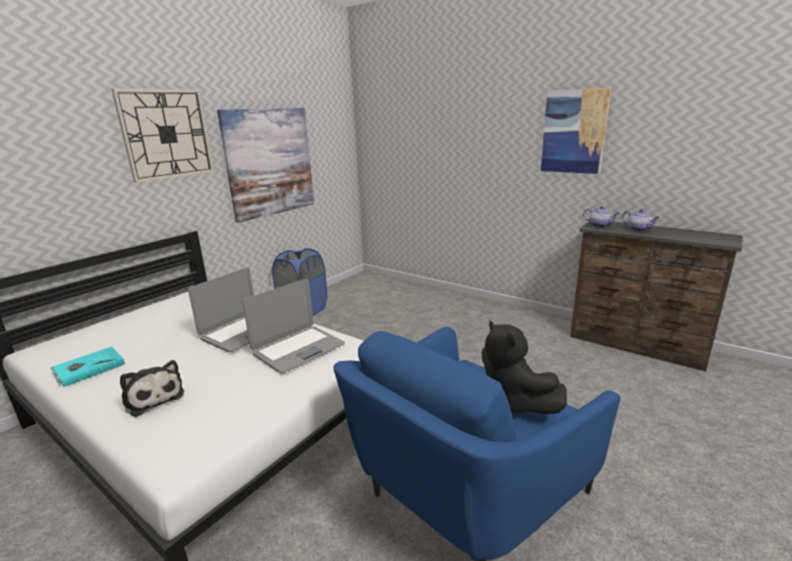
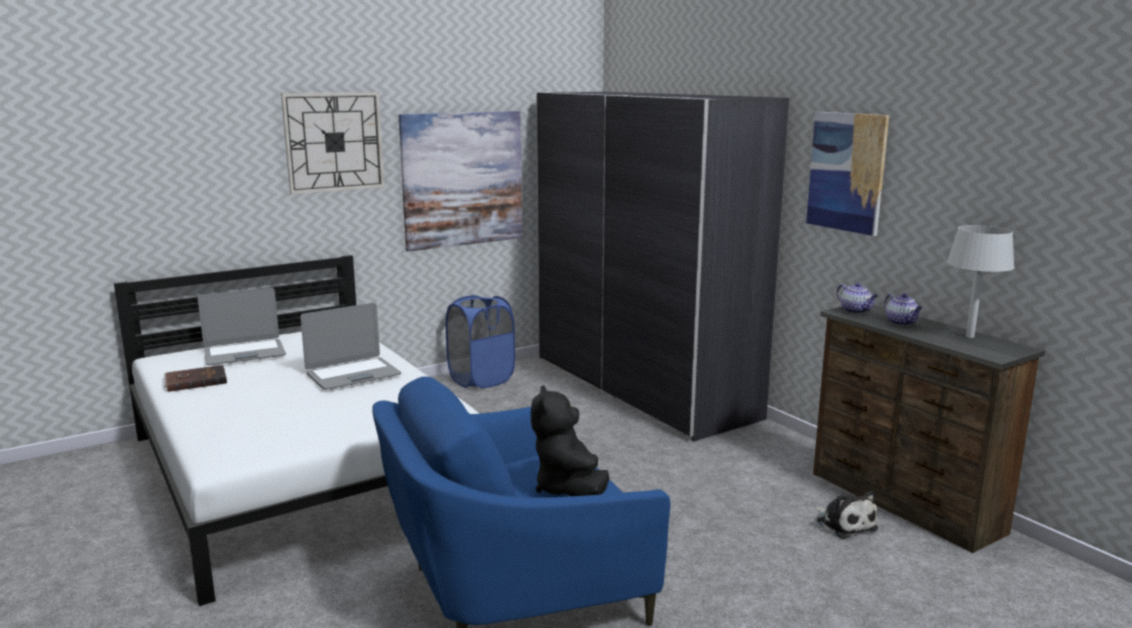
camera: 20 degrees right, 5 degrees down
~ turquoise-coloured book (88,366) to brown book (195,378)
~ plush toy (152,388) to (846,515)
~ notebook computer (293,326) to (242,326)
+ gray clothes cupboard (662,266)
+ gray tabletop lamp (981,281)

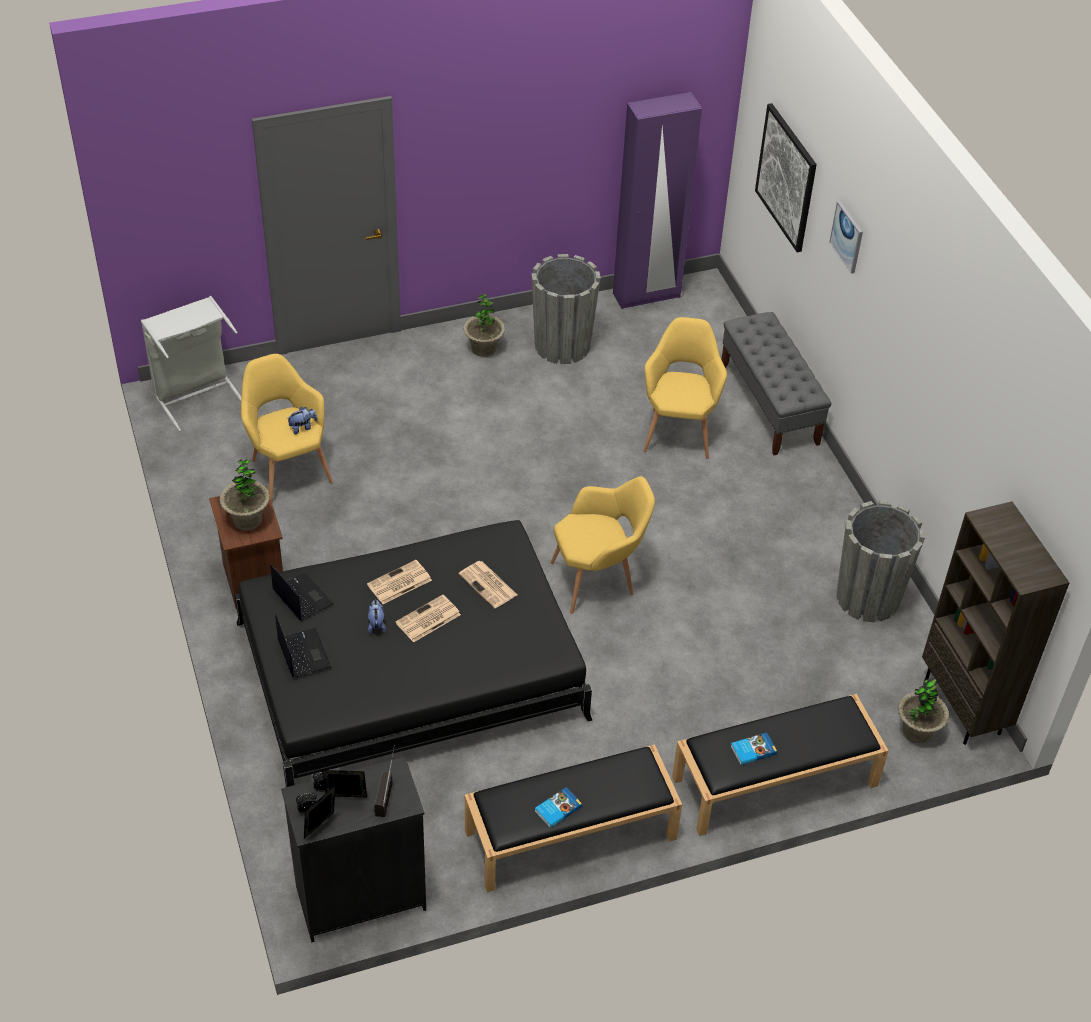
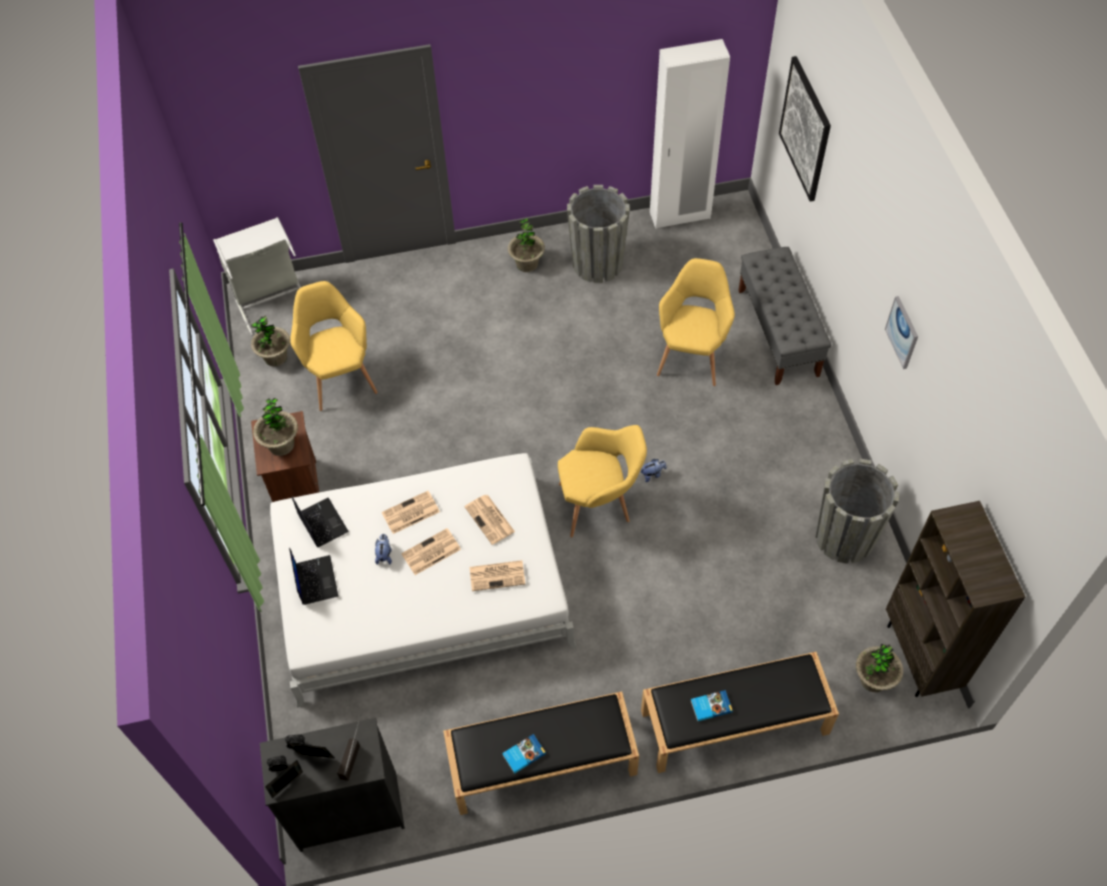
camera: 10 degrees right, 10 degrees up
~ black-coloured bed (413,653) to whitish bed (423,580)
~ plush toy (302,420) to (654,470)
~ purple clothes cupboard (657,200) to whitish clothes cupboard (690,134)
~ wall art (846,237) to (901,332)
+ potted plant (270,341)
+ printed paper (497,575)

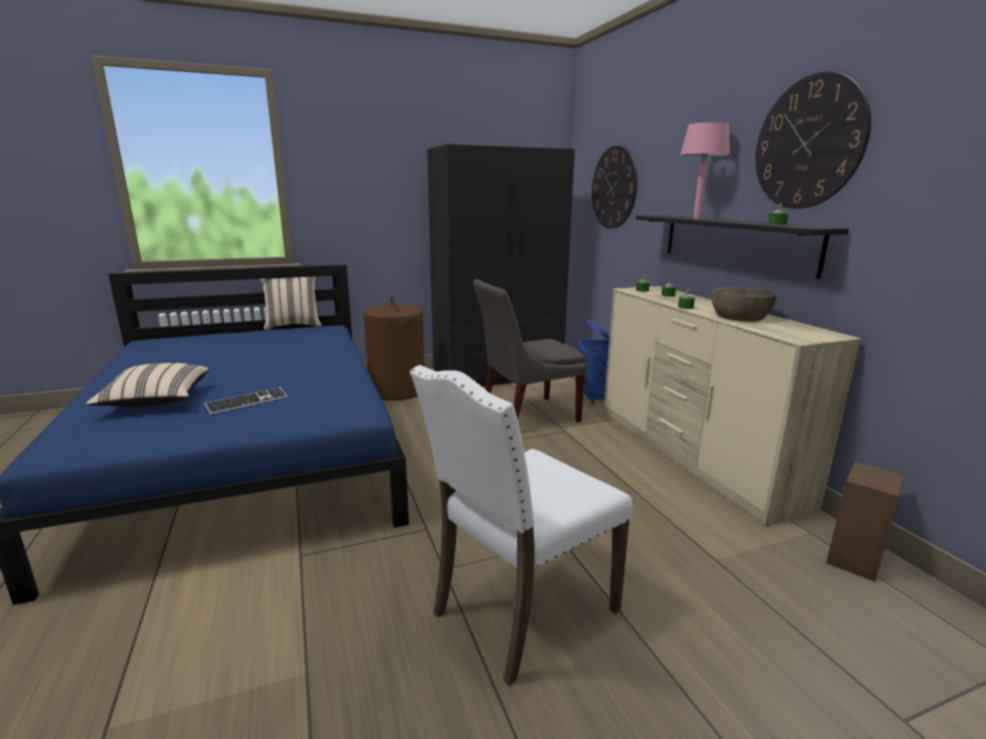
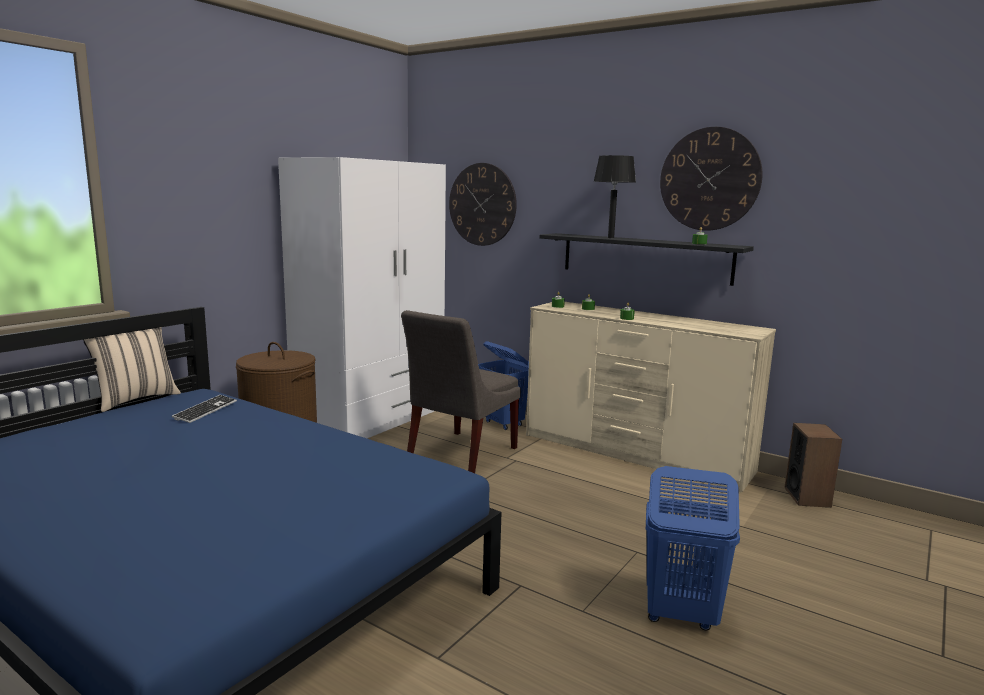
camera: 35 degrees left, 5 degrees down
- beige-coloured cushion (147,385)
~ computer keyboard (246,401) to (204,409)
~ whitish upright chair (521,525) to blue-coloured hamper (693,548)
~ black-coloured clothes cupboard (501,265) to whitish clothes cupboard (362,297)
~ pink tabletop lamp (705,170) to black-coloured tabletop lamp (614,196)
- brown deep dish (744,304)

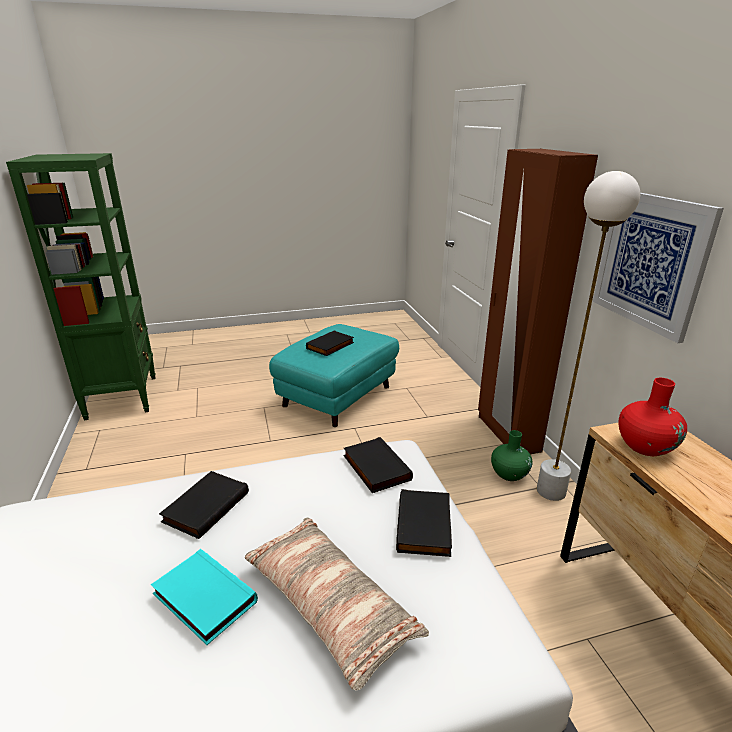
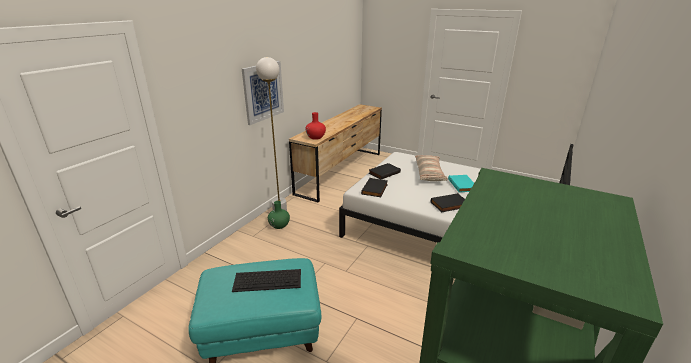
camera: 135 degrees left, 0 degrees up
~ black-coloured book (330,343) to computer keyboard (266,280)
- brown clothes cupboard (538,301)

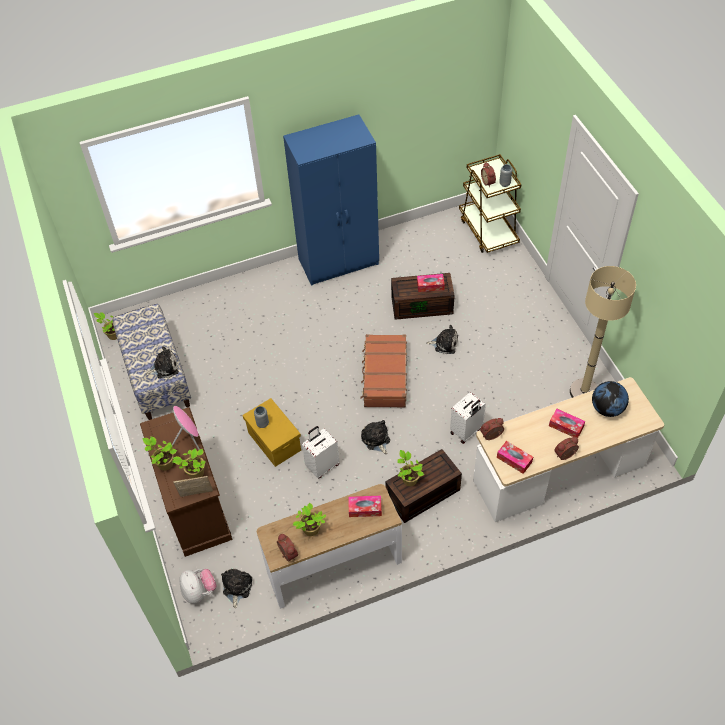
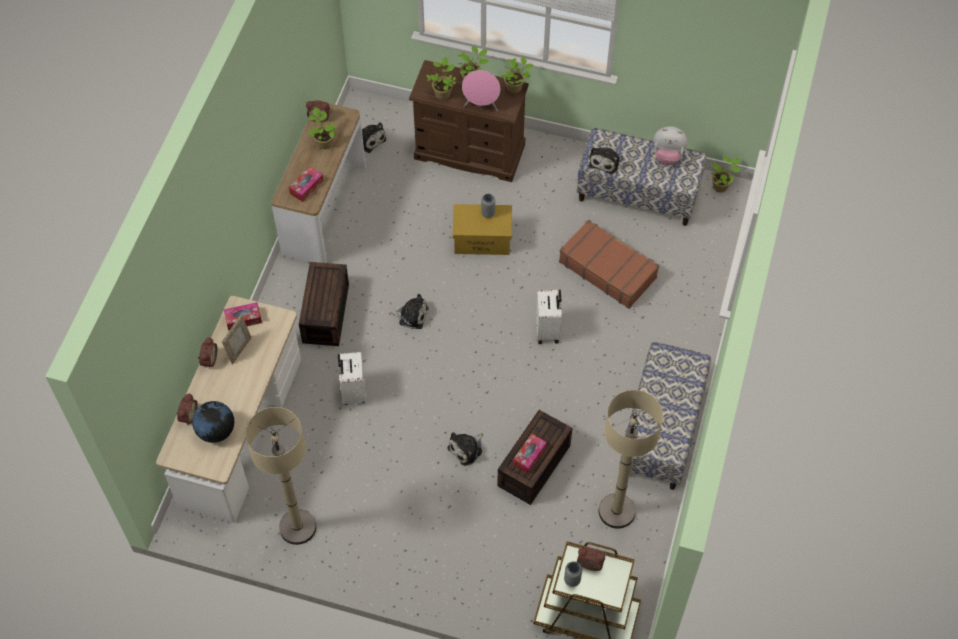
camera: 125 degrees right, 5 degrees up
~ picture frame (193,486) to (236,339)
~ plush toy (198,586) to (670,145)
~ blue-coloured clothes cupboard (331,200) to indoor bench (665,416)
~ whitish travel case (320,452) to (549,316)
~ brown travel case (384,371) to (609,264)
~ potted plant (410,468) to (517,74)
~ bedside clock (492,429) to (187,409)
- tissue box (567,423)
+ beige-coloured standing lamp (631,459)

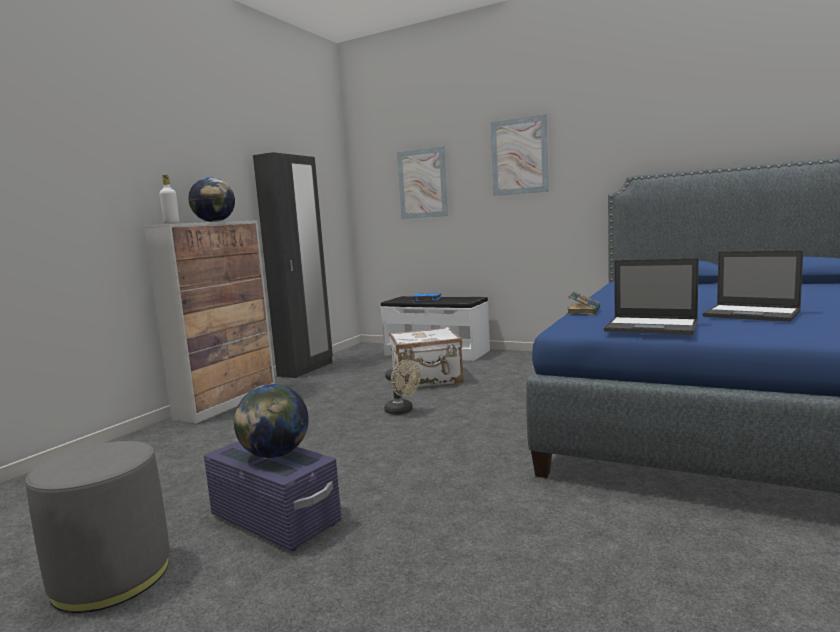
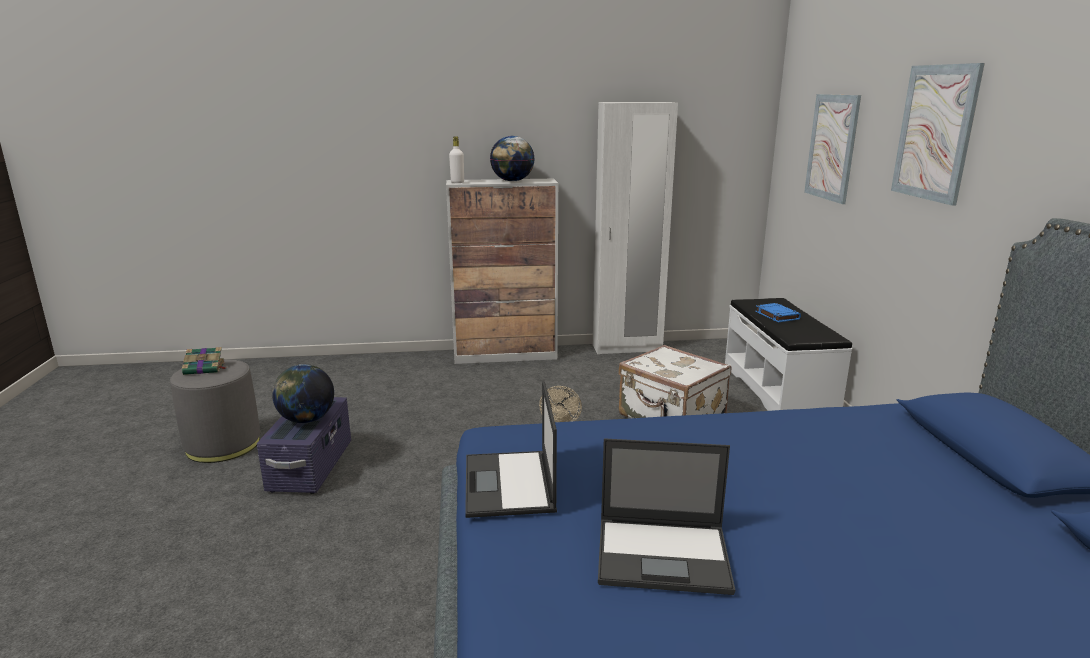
camera: 55 degrees right, 10 degrees up
~ black-coloured clothes cupboard (293,265) to whitish clothes cupboard (635,228)
~ book (583,303) to (204,361)
~ notebook computer (753,286) = (666,516) 90 degrees counterclockwise

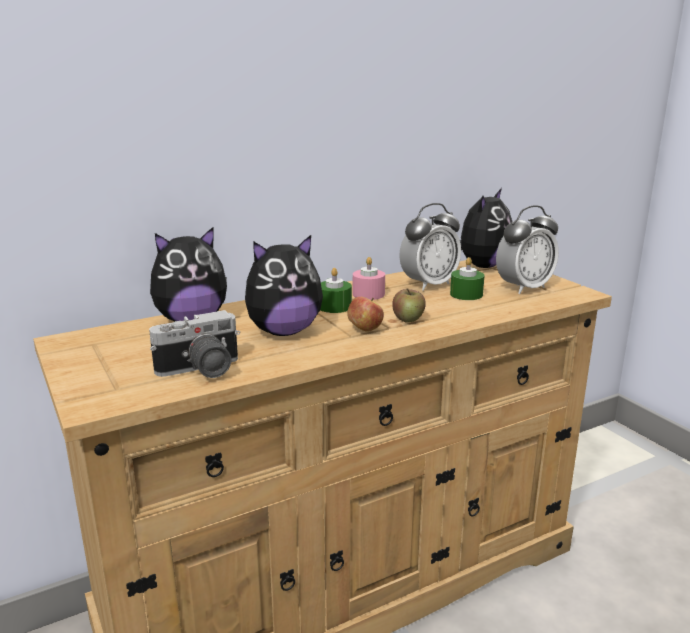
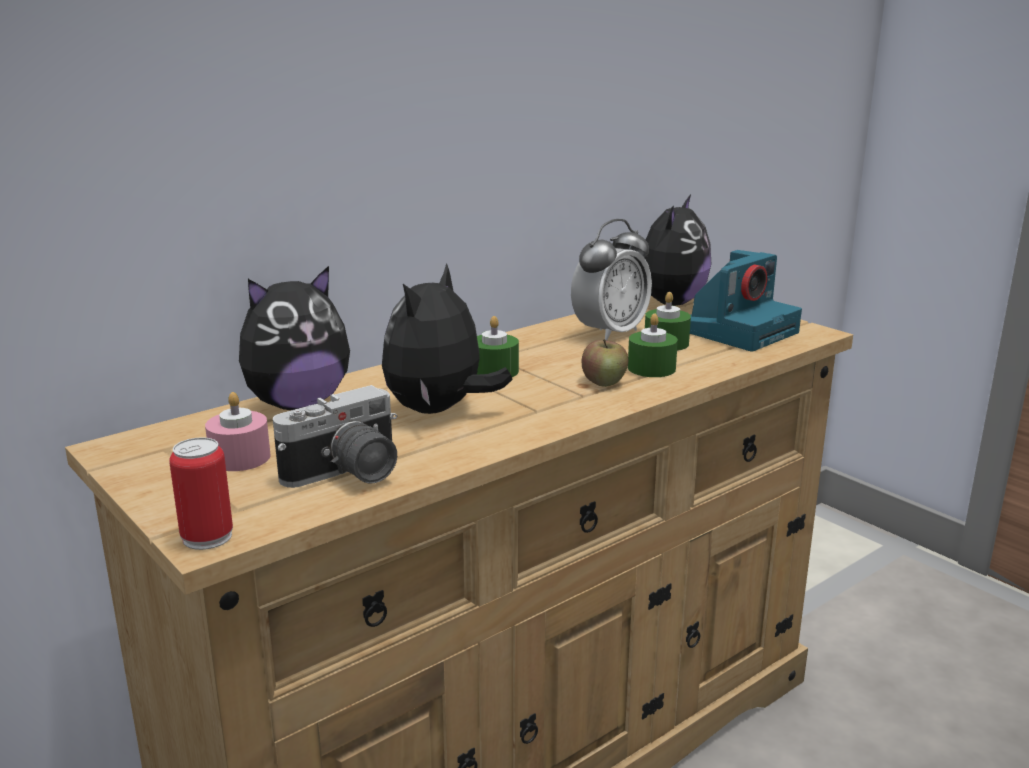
camera: 10 degrees left, 0 degrees up
~ plush toy (284,285) = (447,338) 150 degrees clockwise
- apple fruit (365,314)
~ pink wax candle (369,278) to (237,431)
~ bedside clock (527,249) to photo camera (746,301)
+ sealed can (201,493)
+ green wax candle (653,345)

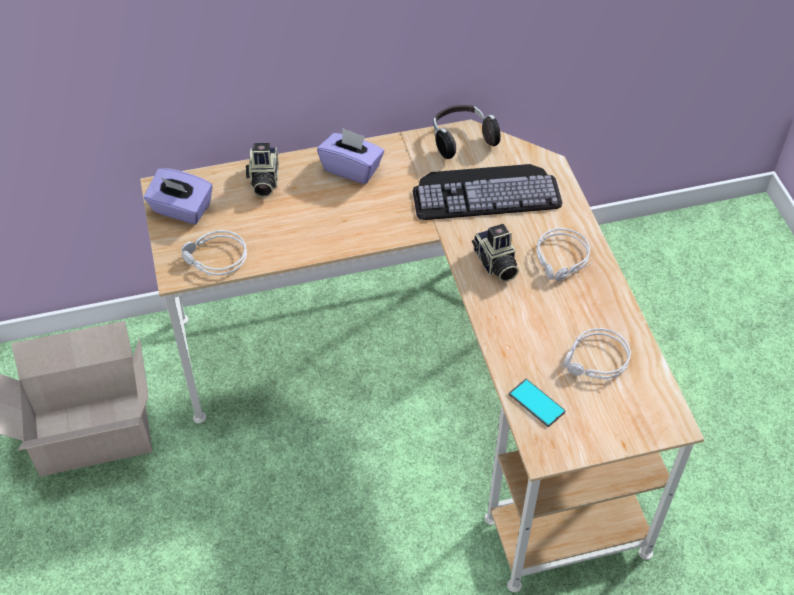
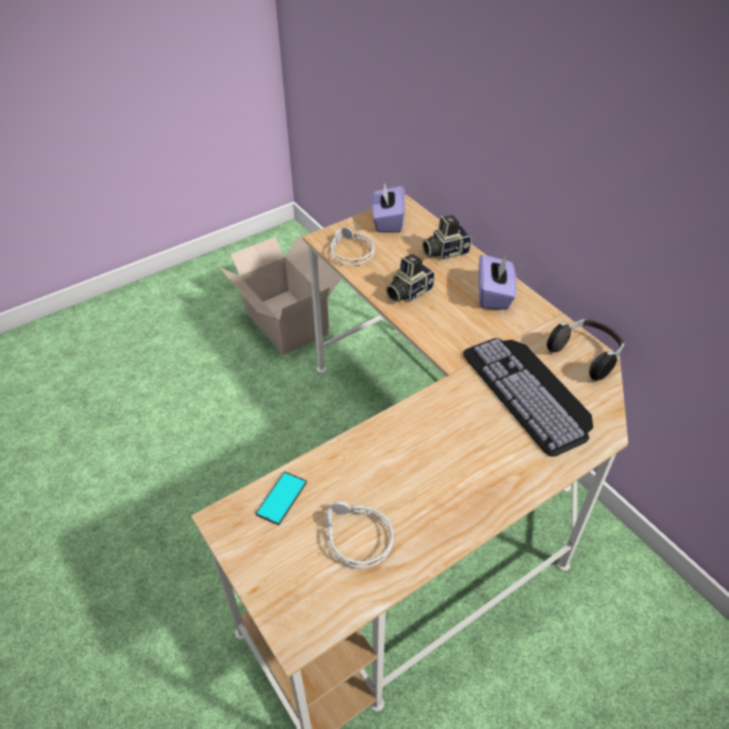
camera: 70 degrees right, 5 degrees down
~ photo camera (495,253) to (410,277)
- gray pair of headphones (563,254)

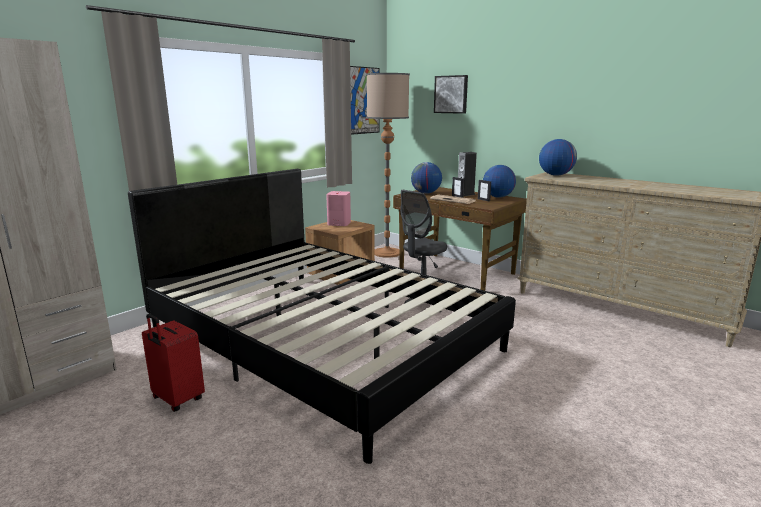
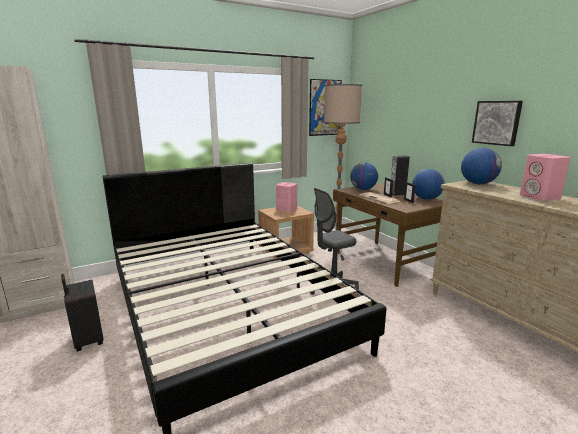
camera: 20 degrees right, 0 degrees up
~ red travel case (173,363) to black-coloured travel case (82,313)
~ wall art (451,94) to (497,123)
+ pink audio speaker (545,177)

